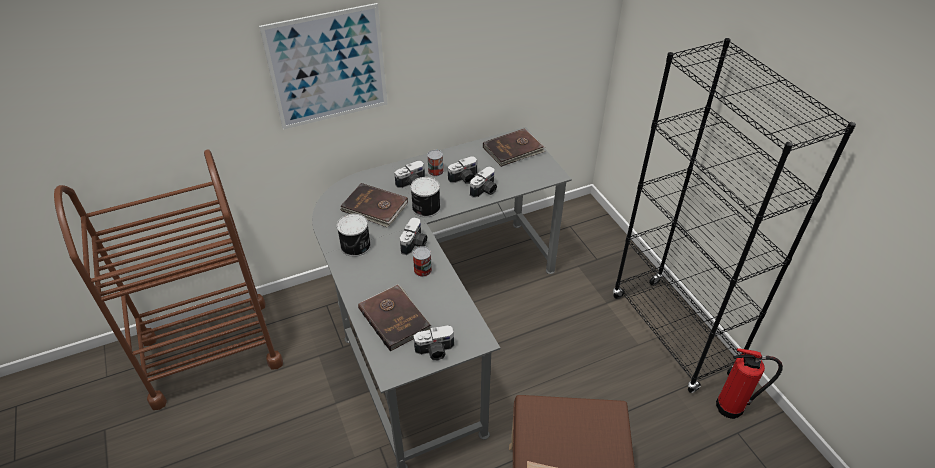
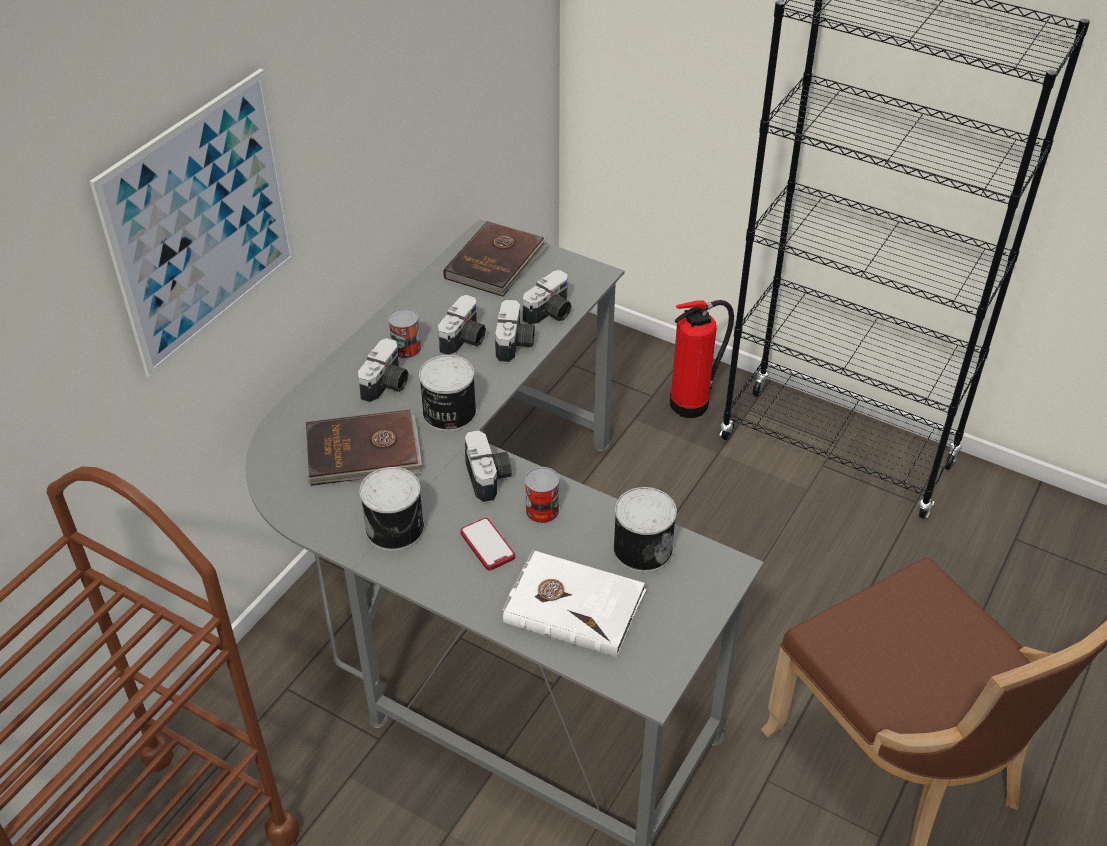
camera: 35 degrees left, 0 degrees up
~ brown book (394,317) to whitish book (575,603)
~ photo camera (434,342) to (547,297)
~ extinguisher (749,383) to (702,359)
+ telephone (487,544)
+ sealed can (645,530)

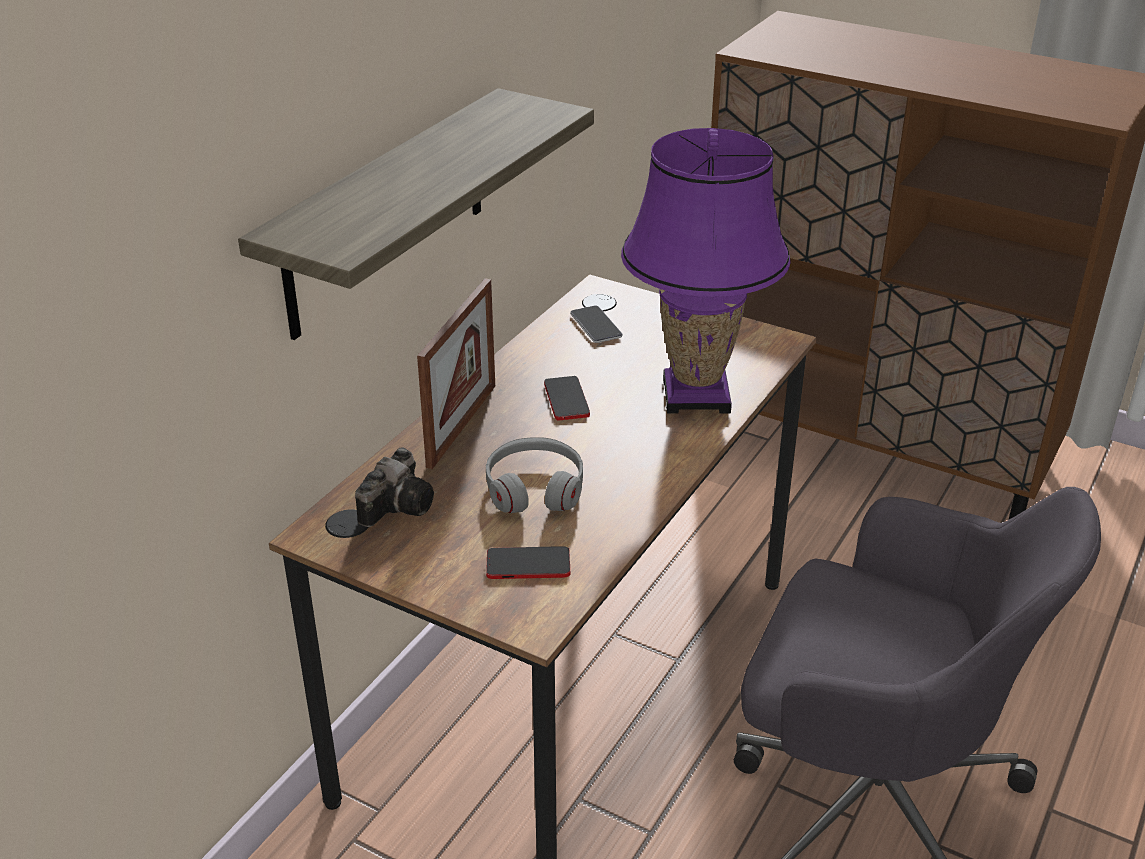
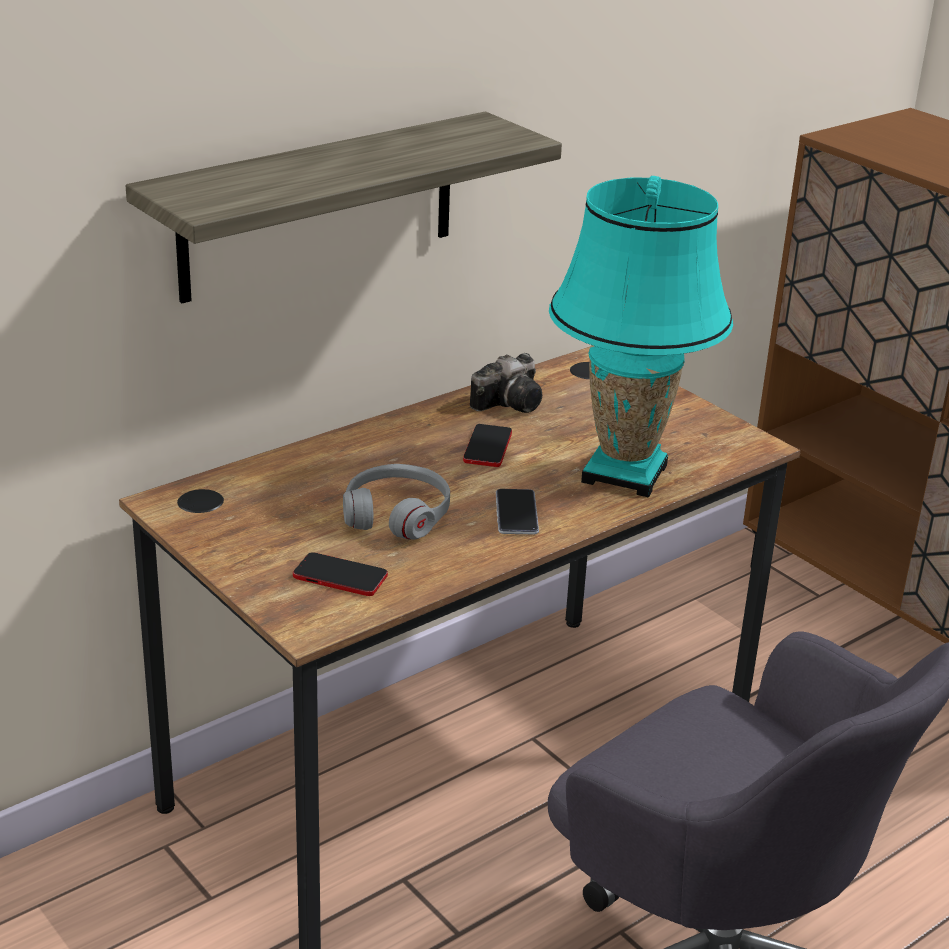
camera: 20 degrees right, 5 degrees down
~ photo camera (394,487) to (506,383)
- picture frame (456,373)
~ telephone (596,324) to (517,511)
~ purple tabletop lamp (706,271) to turquoise-coloured tabletop lamp (641,336)

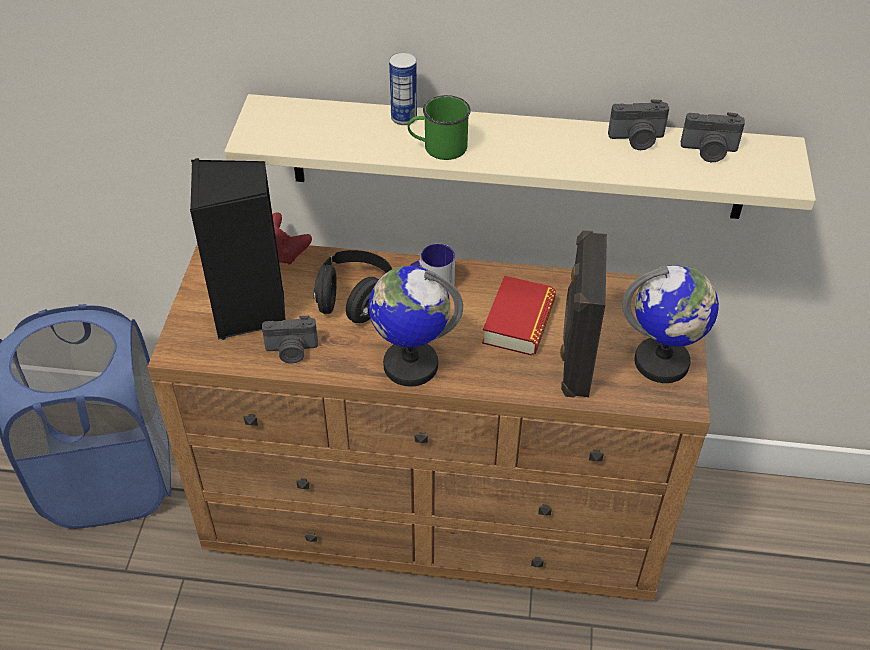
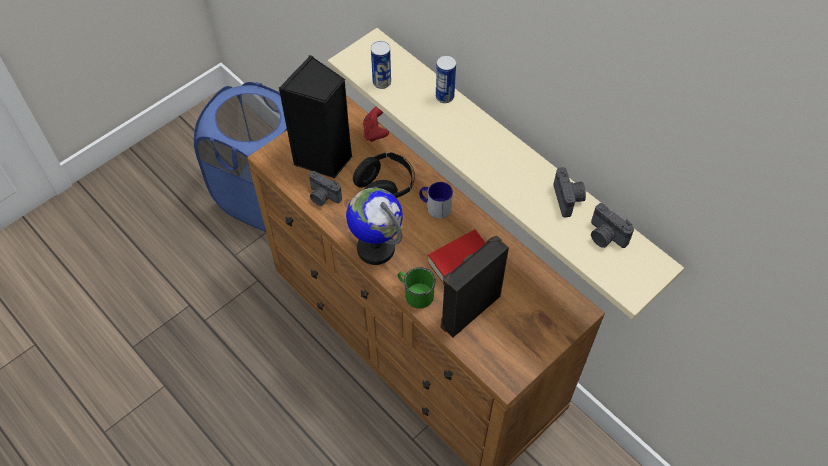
camera: 40 degrees right, 10 degrees up
~ green tea mug (439,127) to (417,288)
~ photo camera (638,124) = (569,192) 135 degrees counterclockwise
- world globe (670,324)
+ sealed can (381,65)

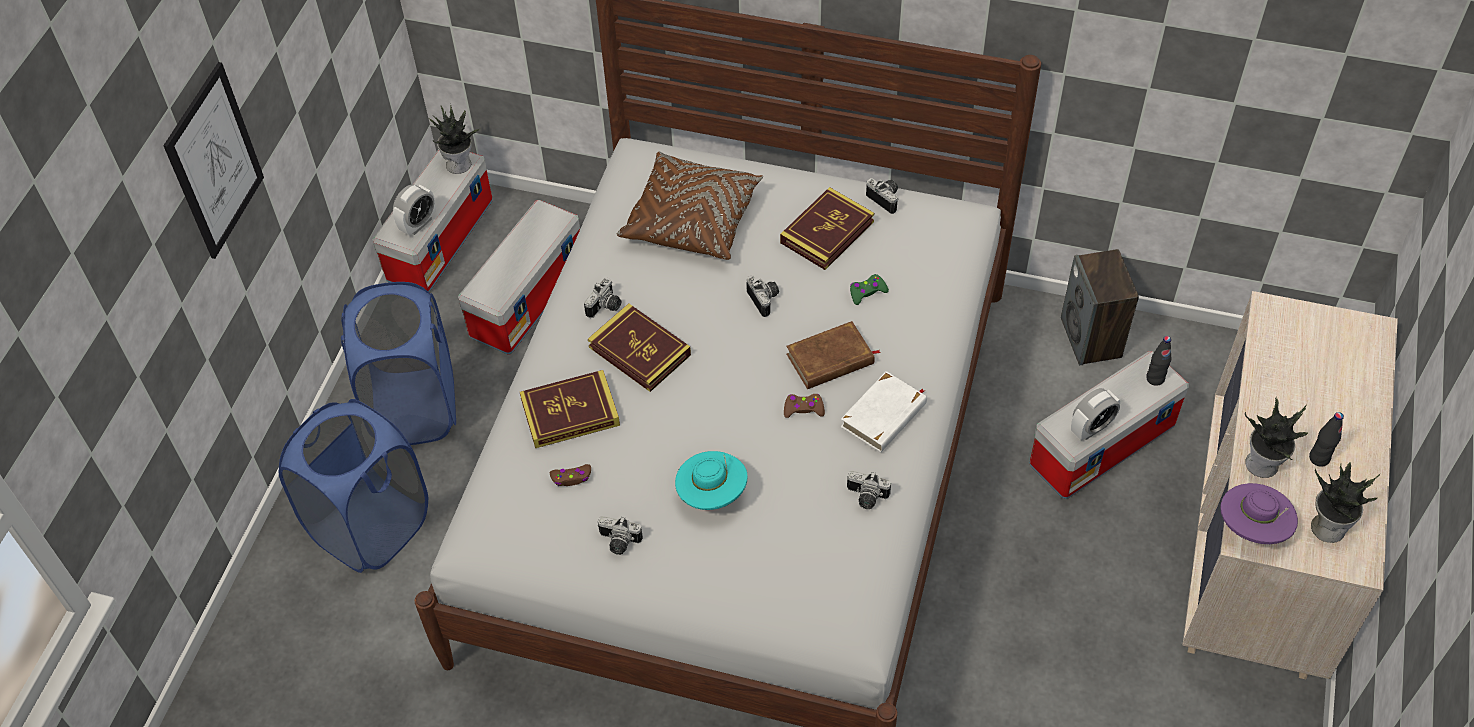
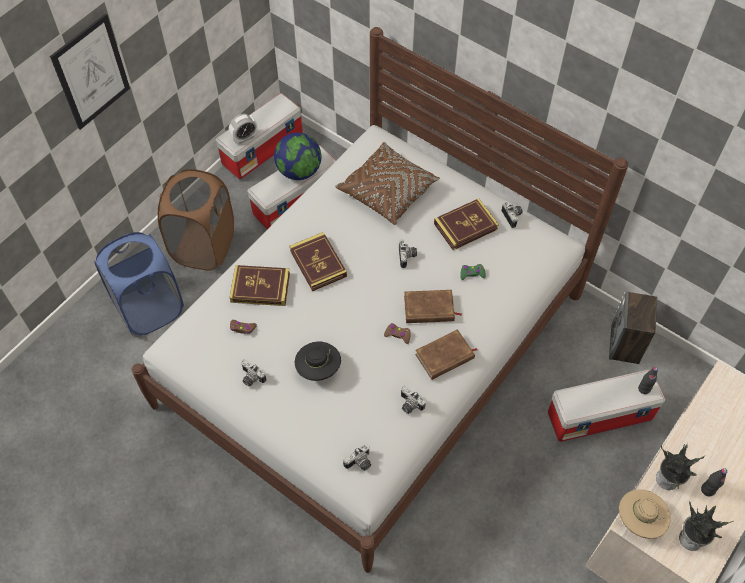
camera: 20 degrees right, 5 degrees up
~ blue-coloured hamper (398,363) to brown hamper (196,220)
- potted plant (456,139)
~ photo camera (602,297) to (357,457)
~ turquoise-coloured hat (711,480) to black-coloured hat (318,361)
~ whitish book (884,412) to brown book (446,354)
- bedside clock (1095,414)
~ purple hat (1259,513) to beige-coloured hat (645,514)
+ world globe (297,156)

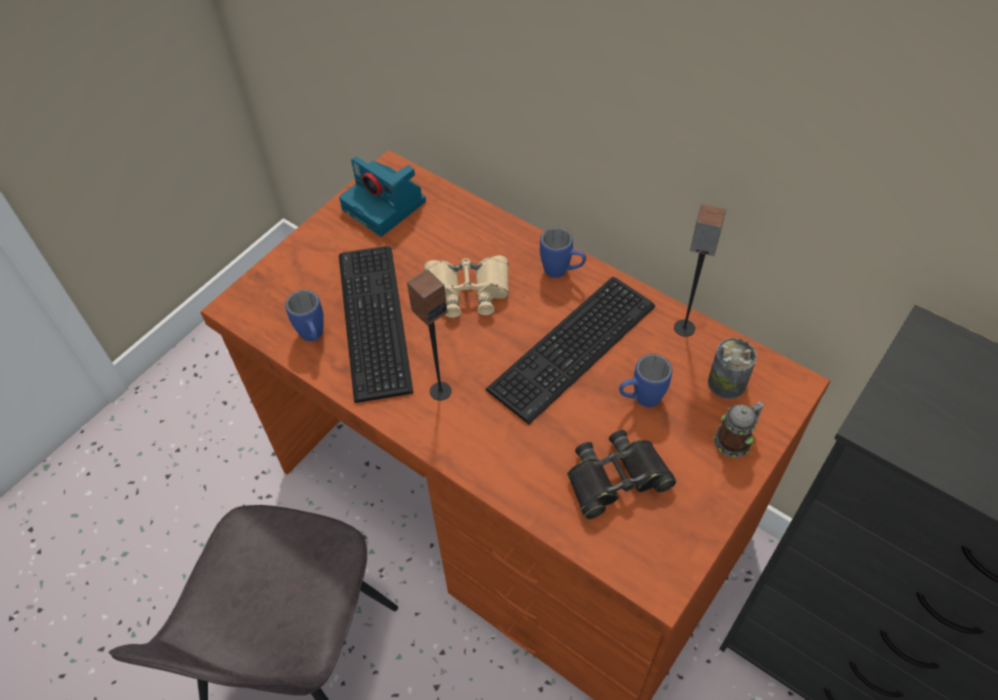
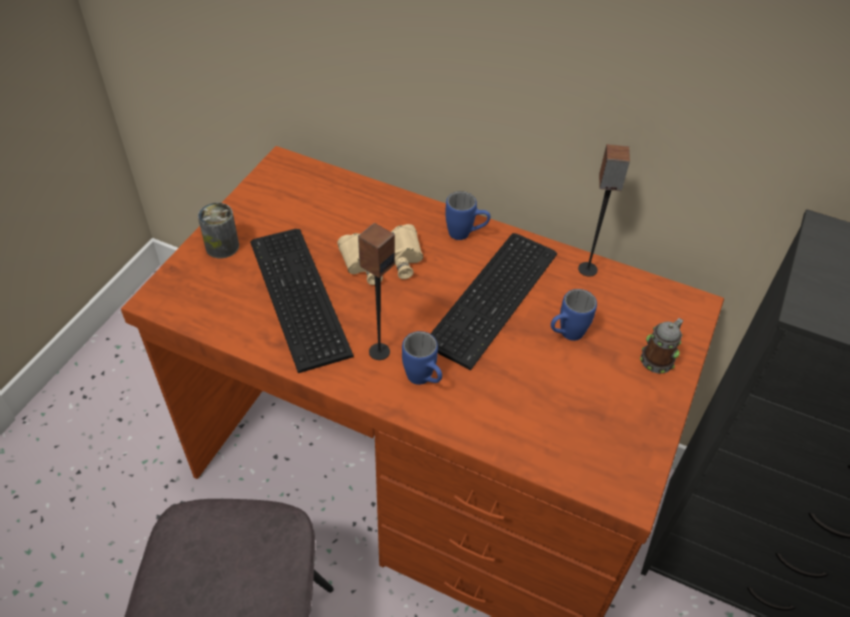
camera: 15 degrees left, 5 degrees down
~ blue-coloured tea mug (304,315) to (422,358)
- photo camera (382,197)
- black-coloured field glasses (621,474)
~ sealed can (732,368) to (218,230)

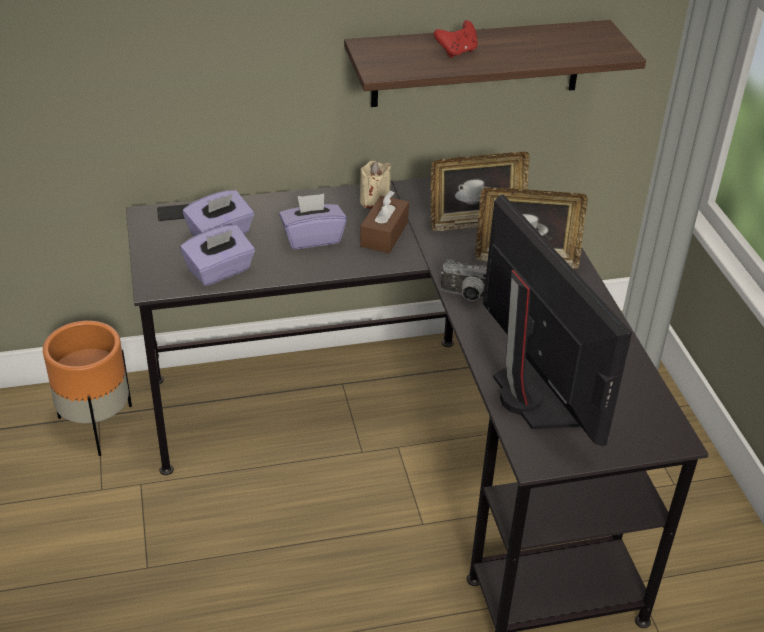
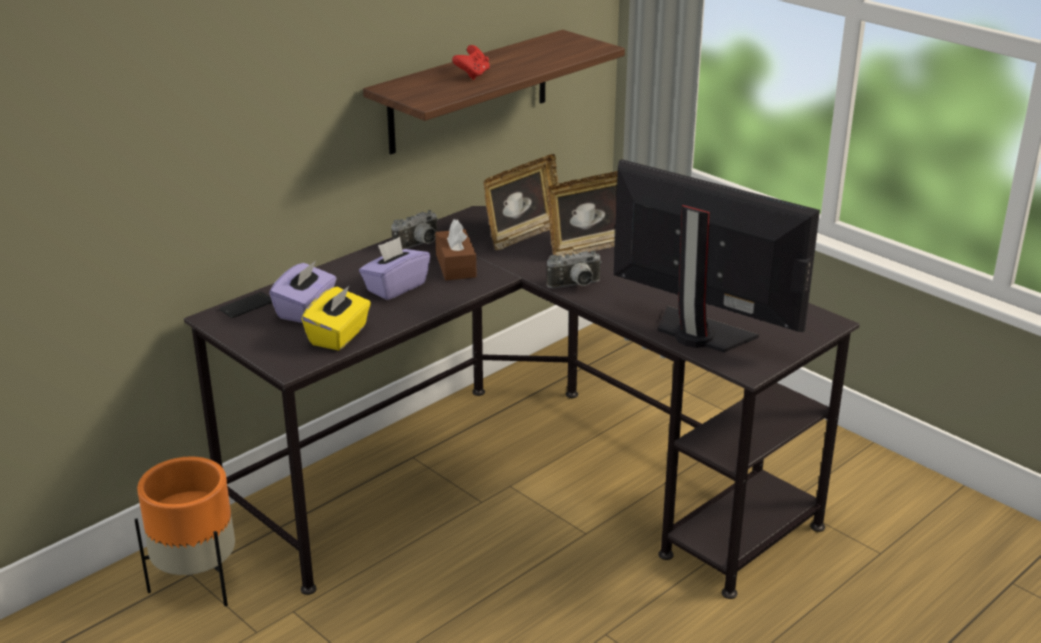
camera: 30 degrees left, 10 degrees down
~ purple tissue box (217,255) to yellow tissue box (336,318)
~ beige-coloured wax candle (375,185) to photo camera (414,230)

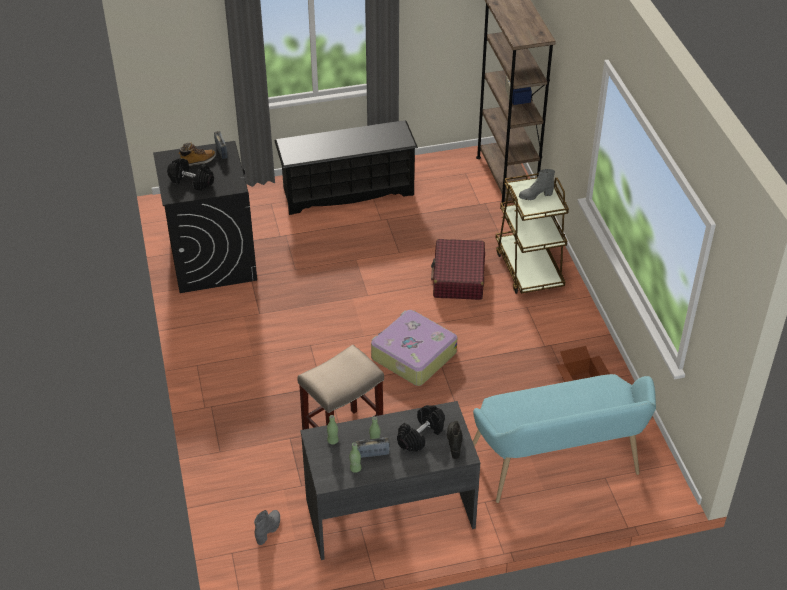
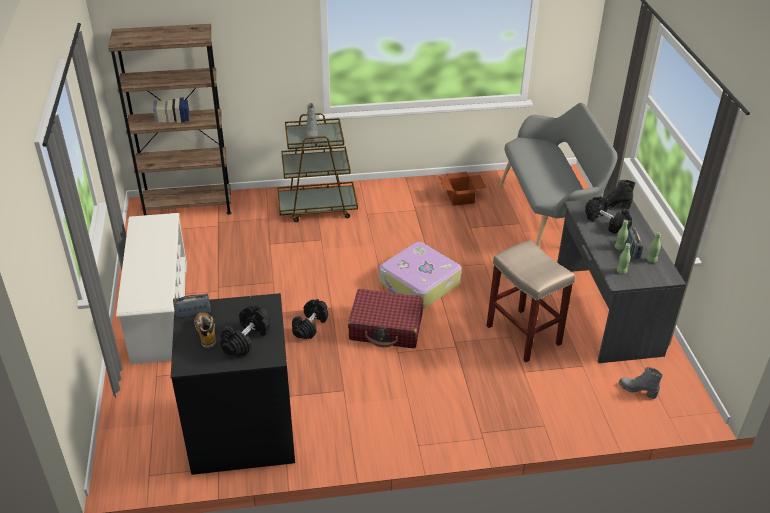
camera: 85 degrees left, 5 degrees down
~ black-coloured shoe shelf (346,167) to whitish shoe shelf (151,288)
~ red travel case (458,269) to (385,318)
~ turquoise-coloured indoor bench (564,438) to gray indoor bench (558,175)
+ black-coloured dumbbell (310,319)

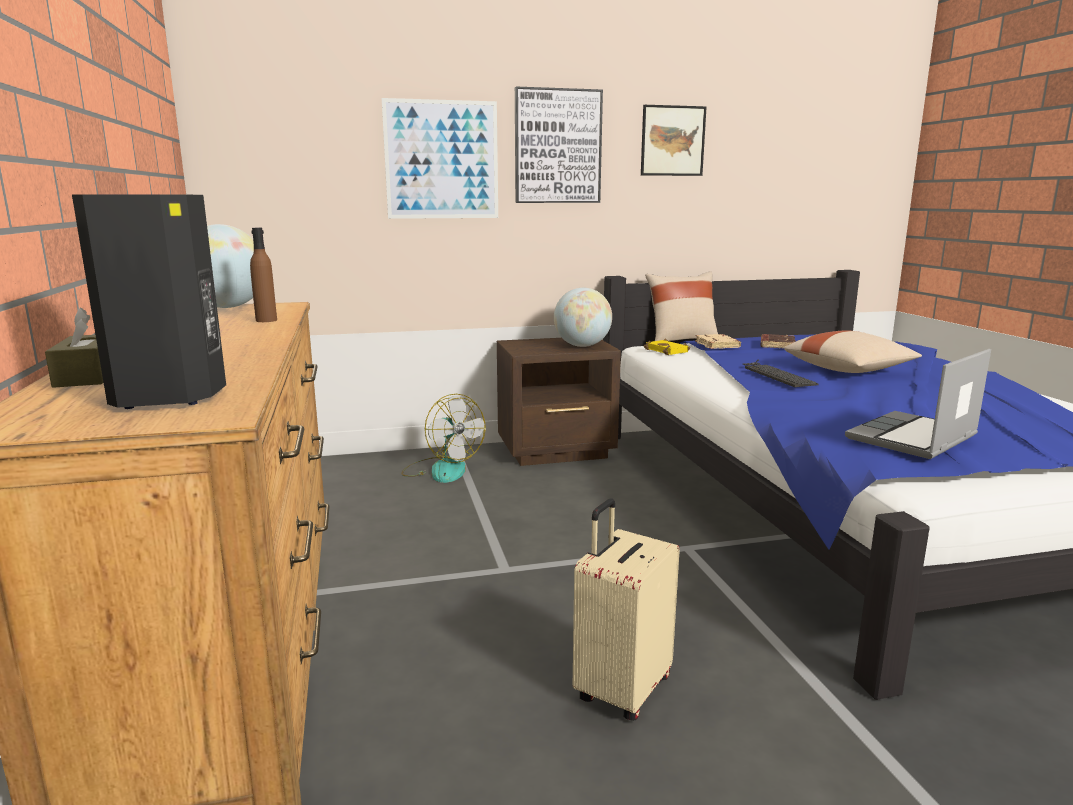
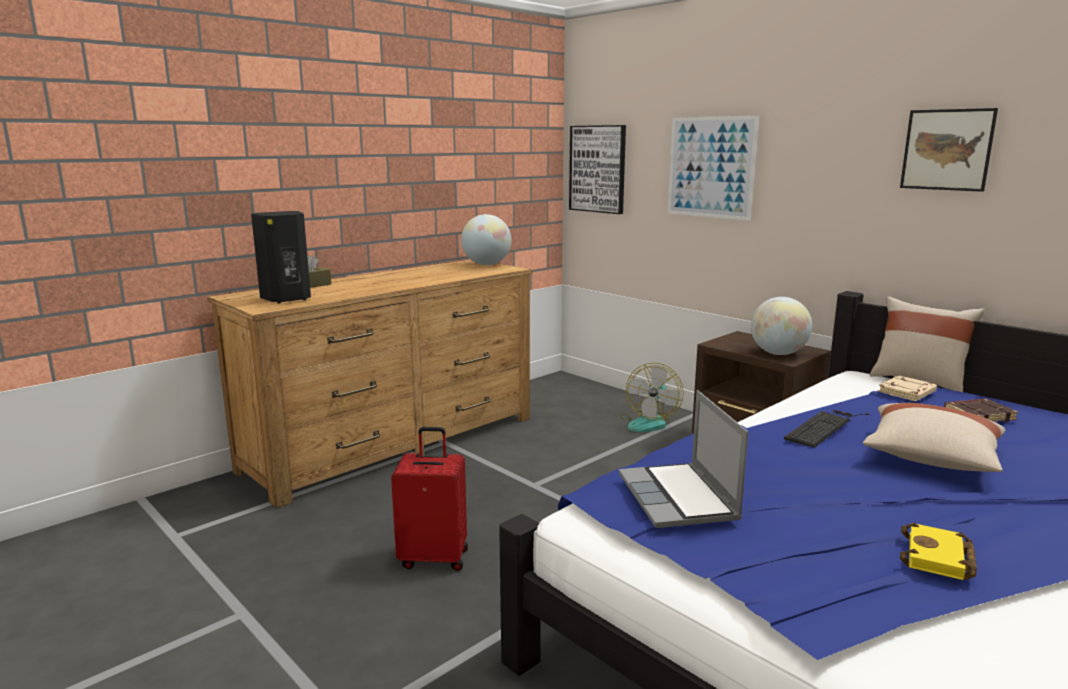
camera: 60 degrees right, 0 degrees up
- brown bottle (263,275)
~ wall art (559,144) to (597,169)
~ beige-coloured travel case (626,610) to red travel case (429,499)
~ yellow book (667,346) to (938,551)
~ notebook computer (918,404) = (684,459) 120 degrees counterclockwise

